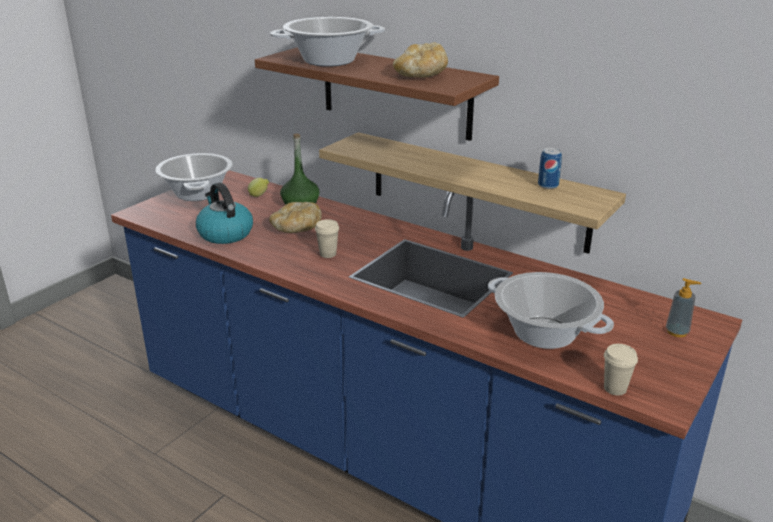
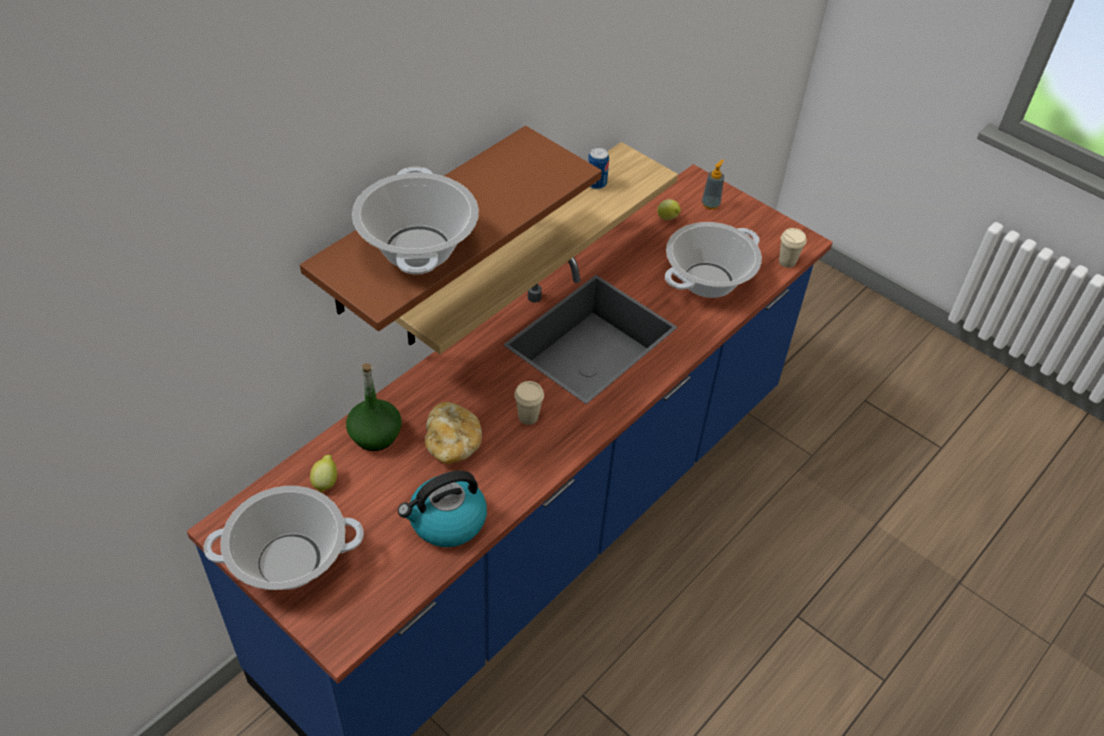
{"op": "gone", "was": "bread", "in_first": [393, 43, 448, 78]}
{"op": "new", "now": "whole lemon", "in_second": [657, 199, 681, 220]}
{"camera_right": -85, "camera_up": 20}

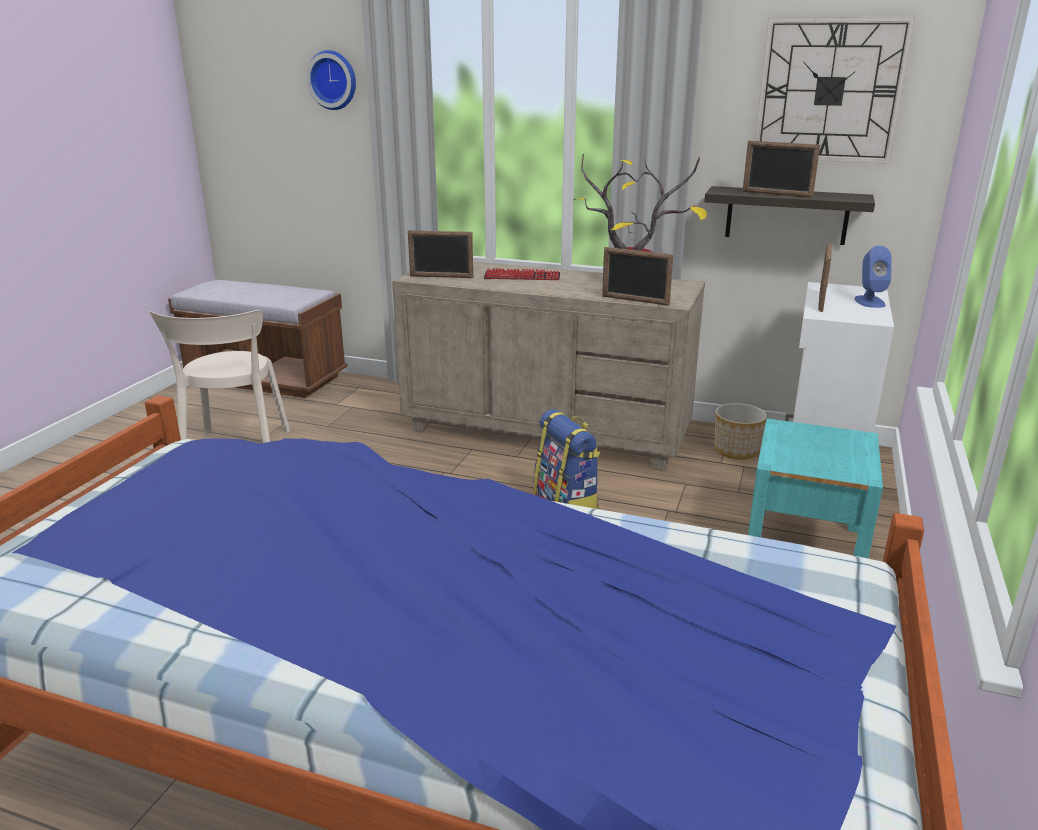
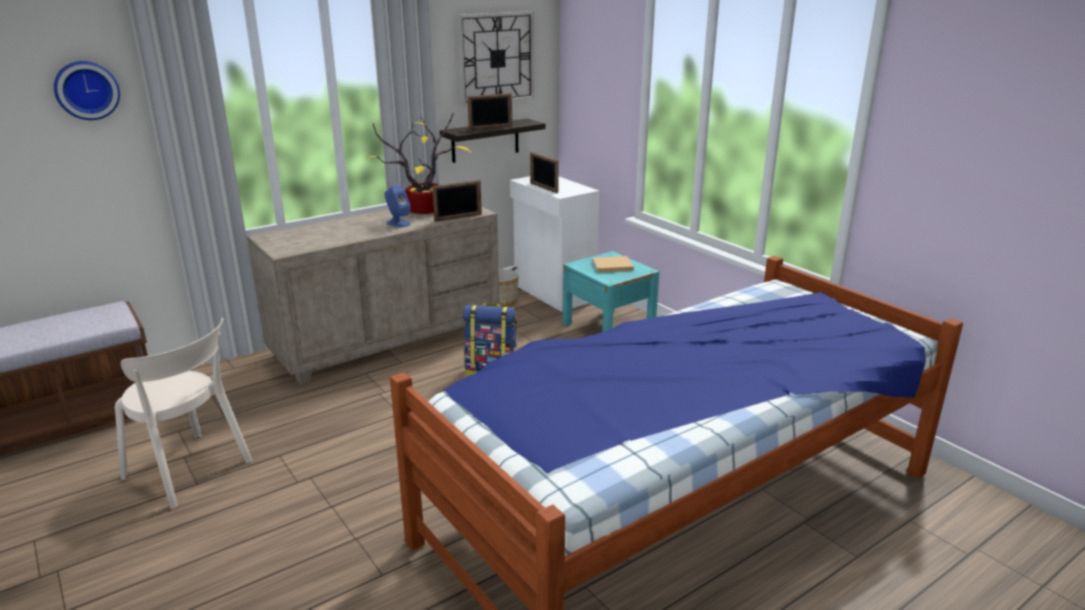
{"op": "gone", "was": "photo frame", "in_first": [408, 230, 473, 278]}
{"op": "gone", "was": "computer keyboard", "in_first": [484, 268, 560, 280]}
{"op": "shifted", "was": "blue-coloured speaker", "in_first": [854, 246, 892, 308], "in_second": [384, 184, 411, 227]}
{"op": "new", "now": "beige book", "in_second": [592, 256, 634, 273]}
{"camera_right": -55, "camera_up": 0}

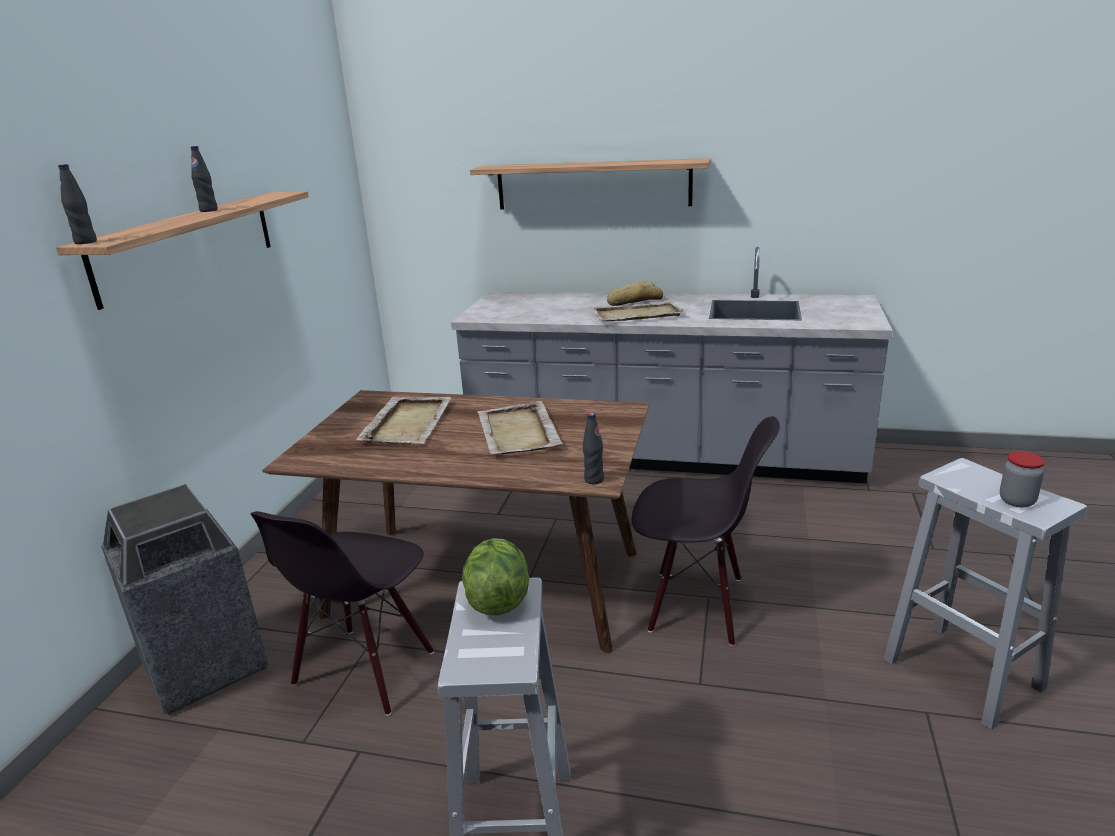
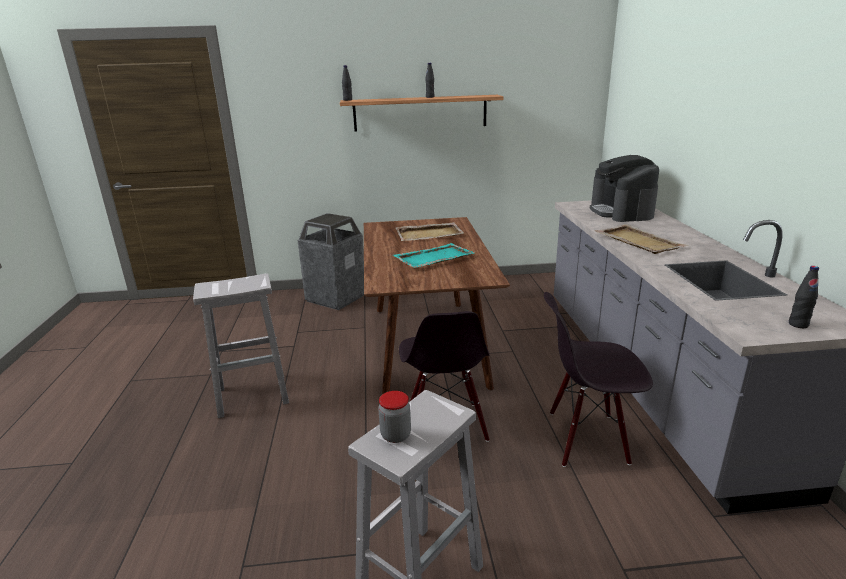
{"op": "shifted", "was": "black chair", "in_first": [251, 511, 434, 716], "in_second": [544, 292, 653, 467]}
{"op": "gone", "was": "head of lettuce", "in_first": [462, 538, 529, 616]}
{"op": "gone", "was": "bracket shelf", "in_first": [470, 158, 711, 210]}
{"op": "repainted", "was": "beige tray", "now": "blue-green tray", "in_first": [477, 401, 563, 455], "in_second": [393, 243, 474, 268]}
{"op": "shifted", "was": "black bottle", "in_first": [583, 413, 604, 484], "in_second": [789, 266, 819, 328]}
{"op": "gone", "was": "bread", "in_first": [607, 281, 663, 306]}
{"op": "new", "now": "coffee brewer", "in_second": [590, 155, 659, 222]}
{"camera_right": 70, "camera_up": 0}

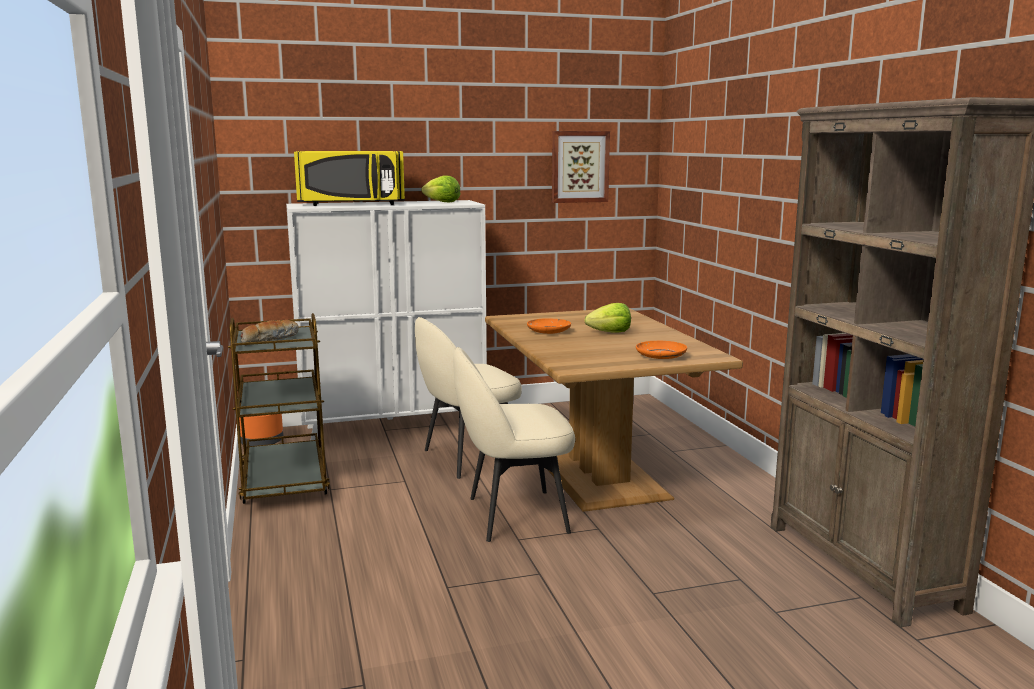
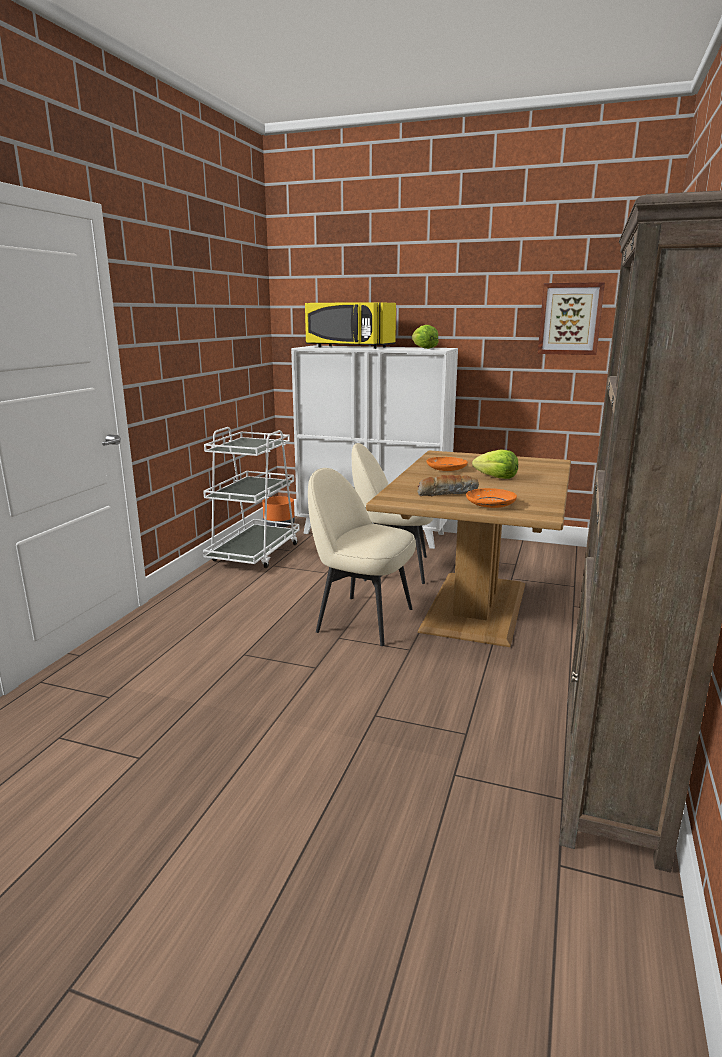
{"op": "repainted", "was": "brownish cart", "now": "white cart", "in_first": [228, 313, 330, 504], "in_second": [203, 427, 300, 568]}
{"op": "shifted", "was": "bread", "in_first": [240, 320, 299, 343], "in_second": [417, 474, 479, 496]}
{"camera_right": 35, "camera_up": 5}

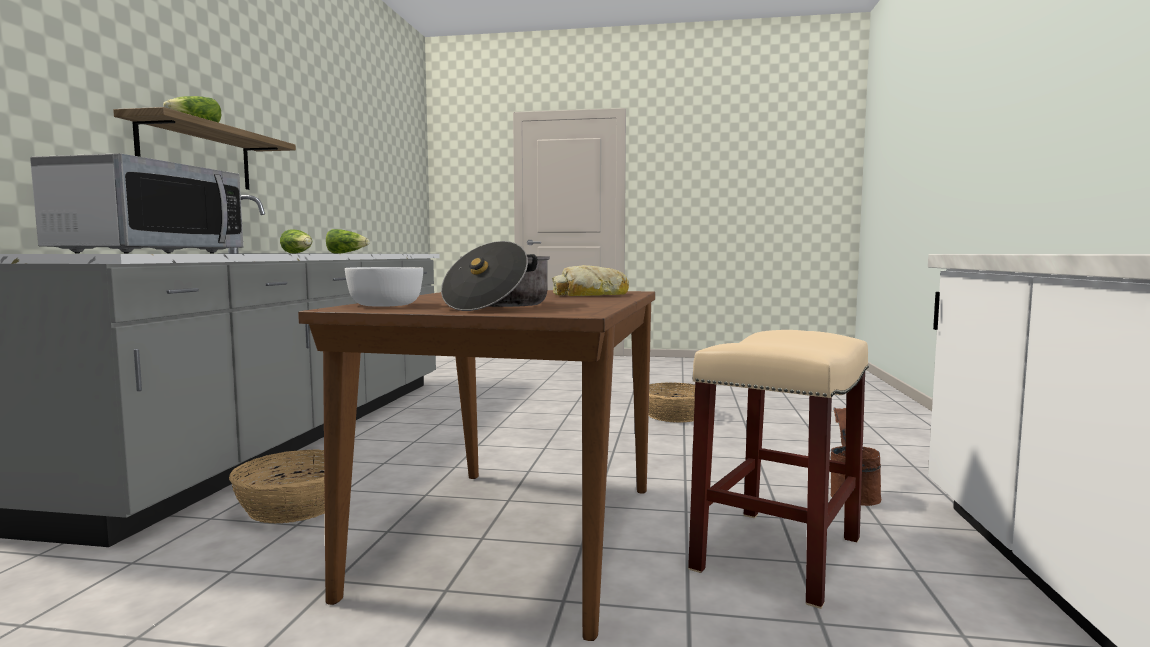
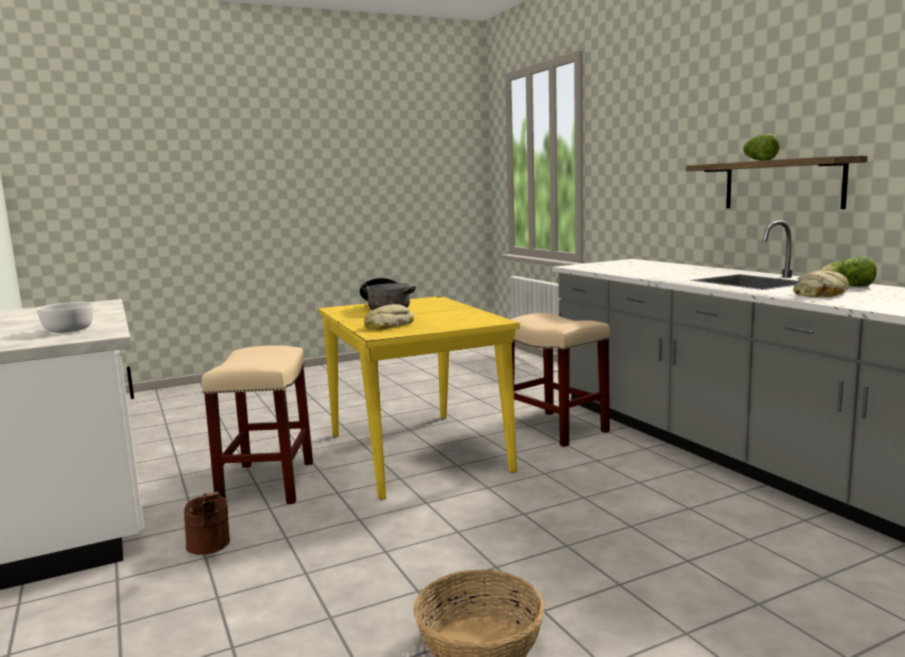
{"op": "gone", "was": "microwave", "in_first": [30, 153, 243, 253]}
{"op": "swapped", "was": "basket", "now": "beige sitting stool", "in_first": [229, 449, 325, 523], "in_second": [510, 313, 610, 448]}
{"op": "repainted", "was": "brownish dining table", "now": "yellow-coloured dining table", "in_first": [298, 290, 655, 641], "in_second": [318, 296, 520, 500]}
{"op": "swapped", "was": "head of lettuce", "now": "bread", "in_first": [326, 229, 370, 254], "in_second": [793, 271, 849, 297]}
{"op": "shifted", "was": "white bowl", "in_first": [345, 267, 423, 307], "in_second": [37, 302, 93, 333]}
{"camera_right": 145, "camera_up": 5}

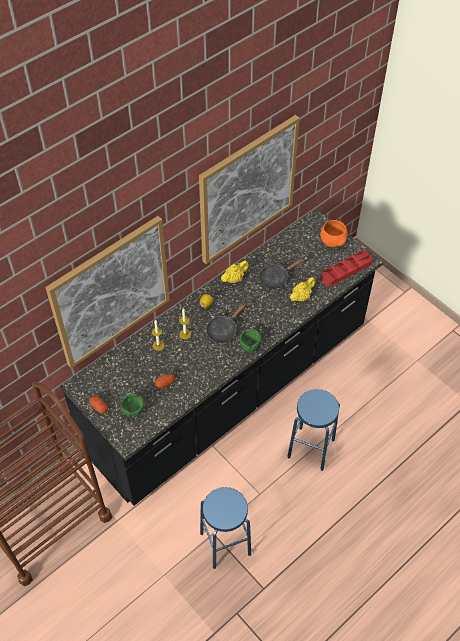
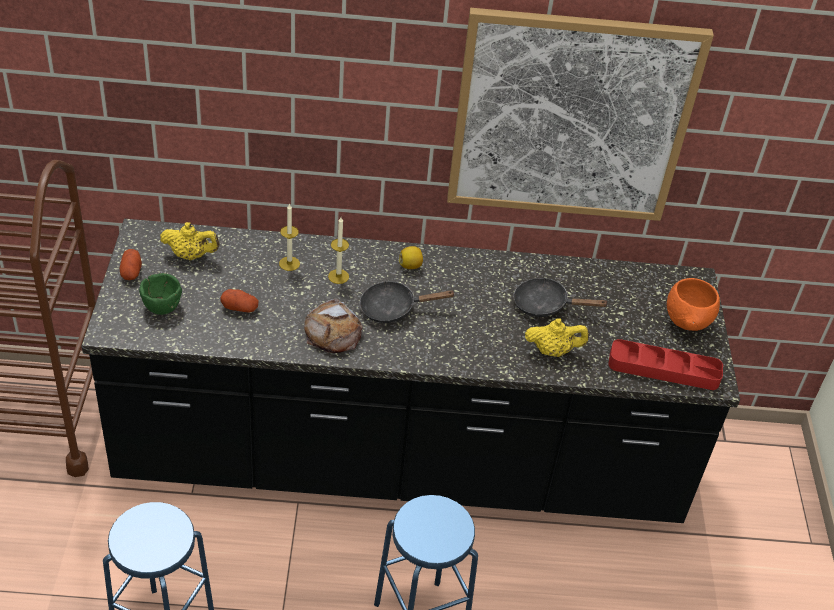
{"op": "gone", "was": "wall art", "in_first": [45, 216, 170, 368]}
{"op": "shifted", "was": "yellow-coloured pot for tea", "in_first": [221, 260, 249, 283], "in_second": [160, 222, 220, 260]}
{"op": "gone", "was": "greenish bowl", "in_first": [239, 329, 261, 352]}
{"op": "new", "now": "bread", "in_second": [304, 299, 362, 353]}
{"camera_right": 40, "camera_up": -10}

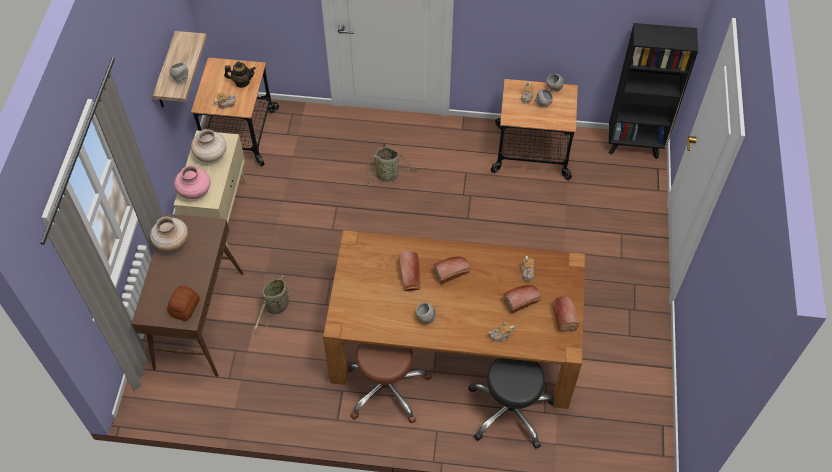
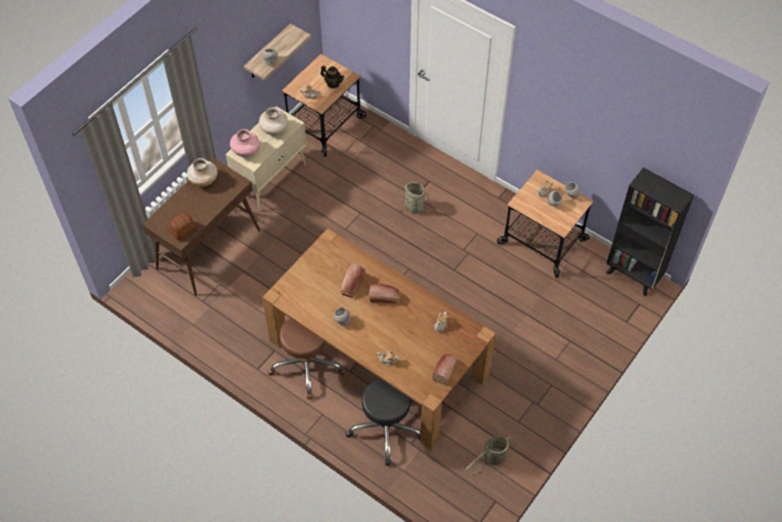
{"op": "shifted", "was": "basket", "in_first": [254, 275, 294, 333], "in_second": [465, 434, 516, 475]}
{"op": "gone", "was": "bread", "in_first": [504, 285, 541, 314]}
{"camera_right": 30, "camera_up": 0}

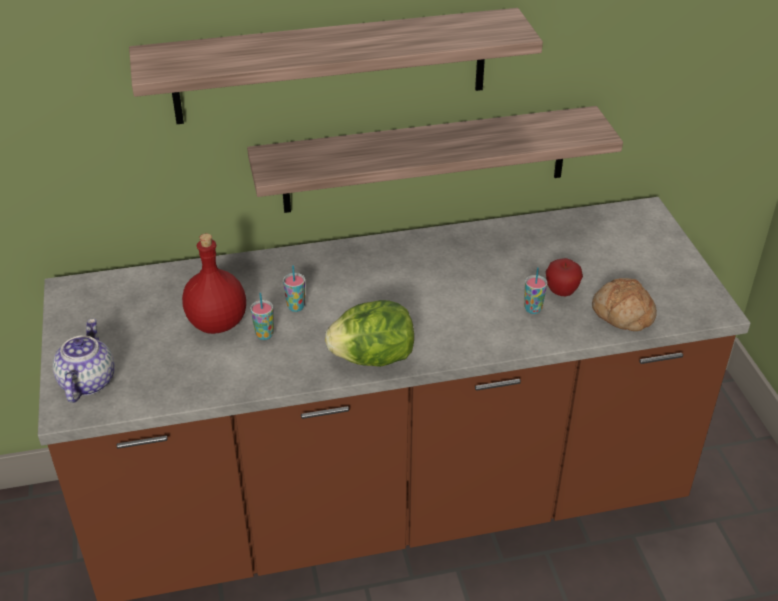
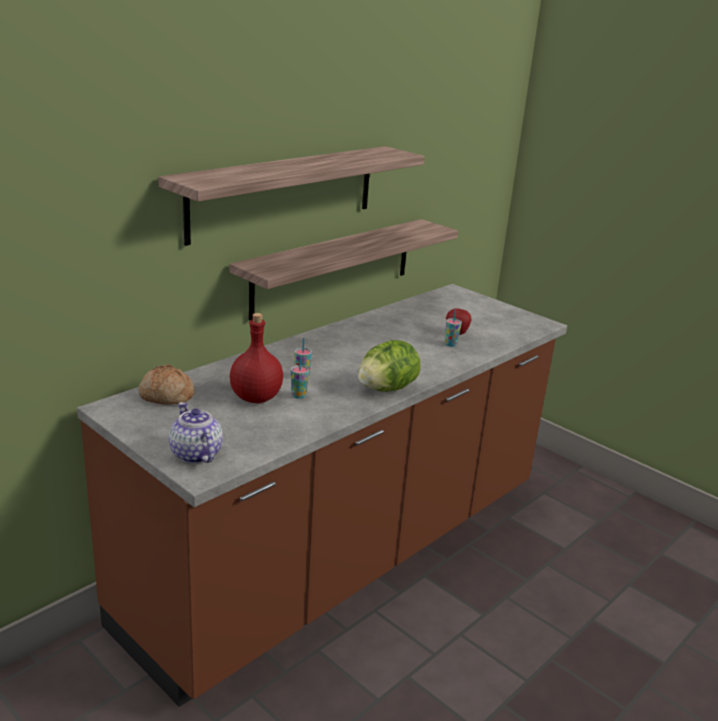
{"op": "shifted", "was": "bread", "in_first": [592, 278, 657, 331], "in_second": [138, 364, 195, 405]}
{"camera_right": -35, "camera_up": -15}

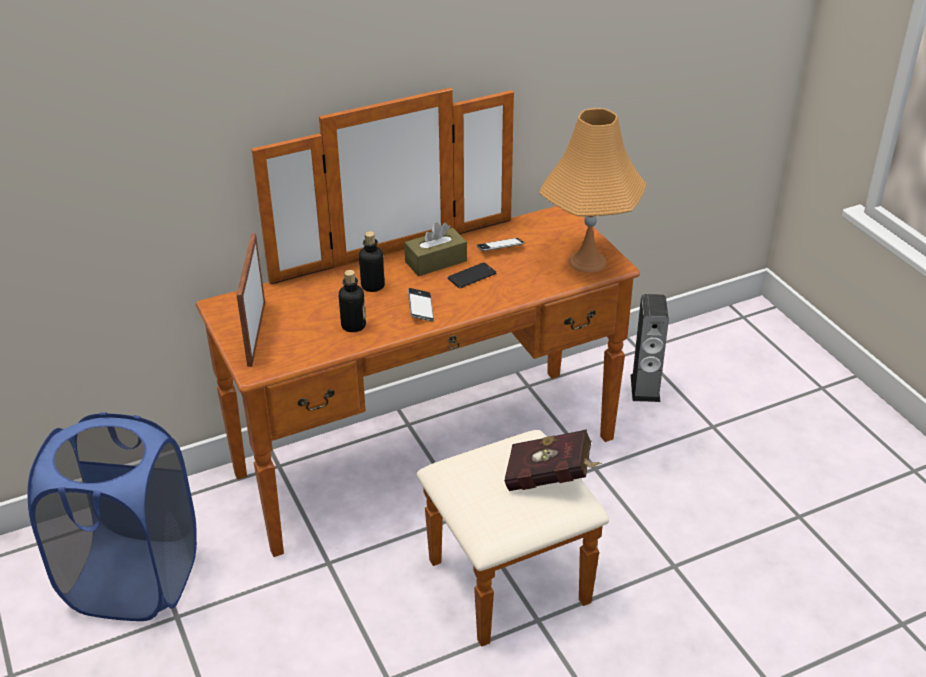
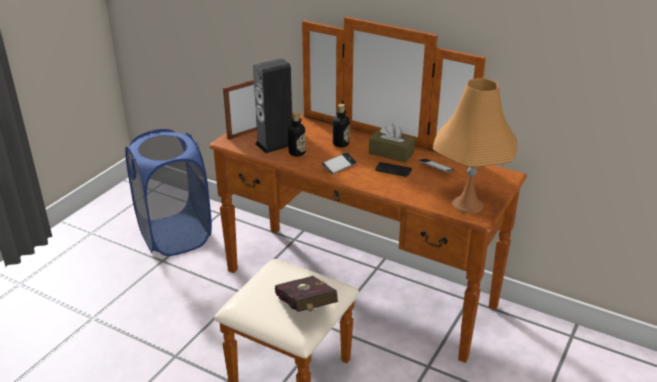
{"op": "shifted", "was": "speaker", "in_first": [631, 294, 669, 402], "in_second": [253, 58, 292, 154]}
{"camera_right": 55, "camera_up": -5}

